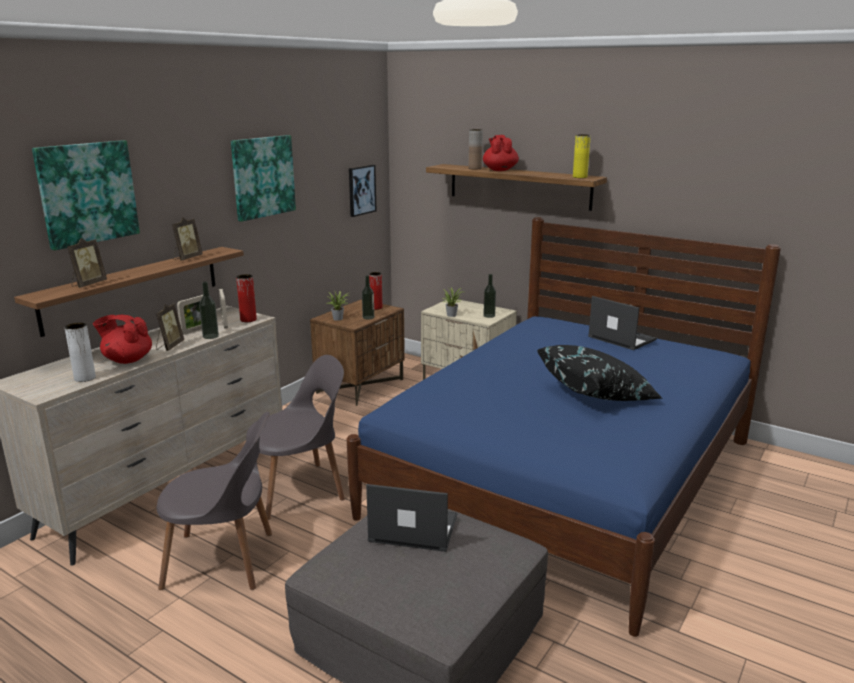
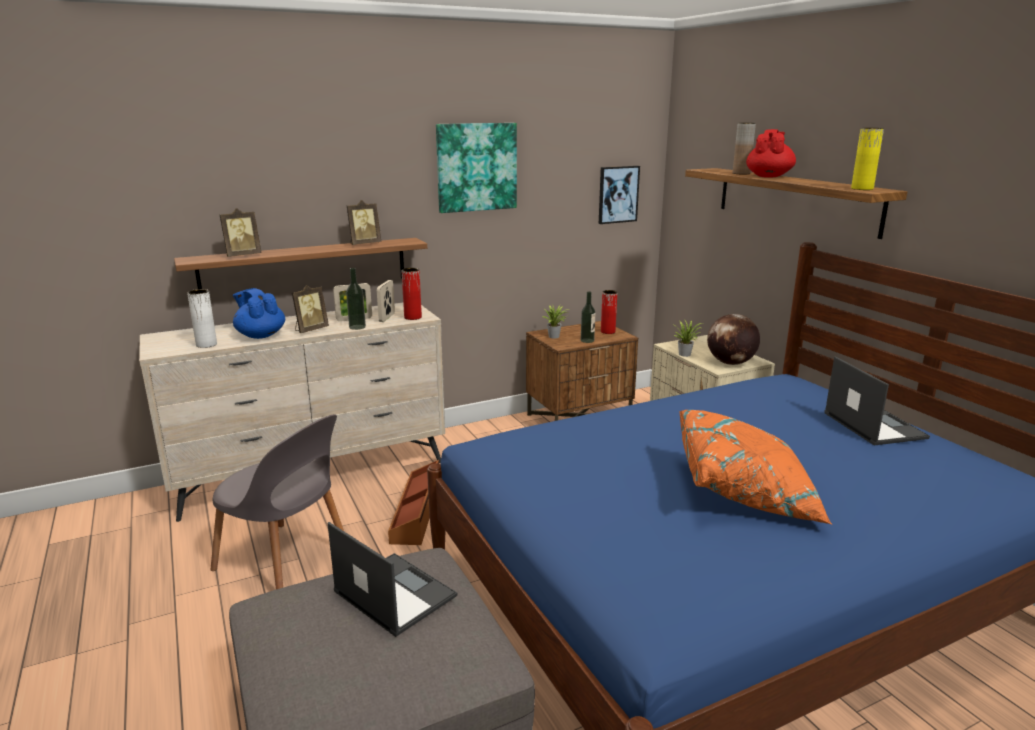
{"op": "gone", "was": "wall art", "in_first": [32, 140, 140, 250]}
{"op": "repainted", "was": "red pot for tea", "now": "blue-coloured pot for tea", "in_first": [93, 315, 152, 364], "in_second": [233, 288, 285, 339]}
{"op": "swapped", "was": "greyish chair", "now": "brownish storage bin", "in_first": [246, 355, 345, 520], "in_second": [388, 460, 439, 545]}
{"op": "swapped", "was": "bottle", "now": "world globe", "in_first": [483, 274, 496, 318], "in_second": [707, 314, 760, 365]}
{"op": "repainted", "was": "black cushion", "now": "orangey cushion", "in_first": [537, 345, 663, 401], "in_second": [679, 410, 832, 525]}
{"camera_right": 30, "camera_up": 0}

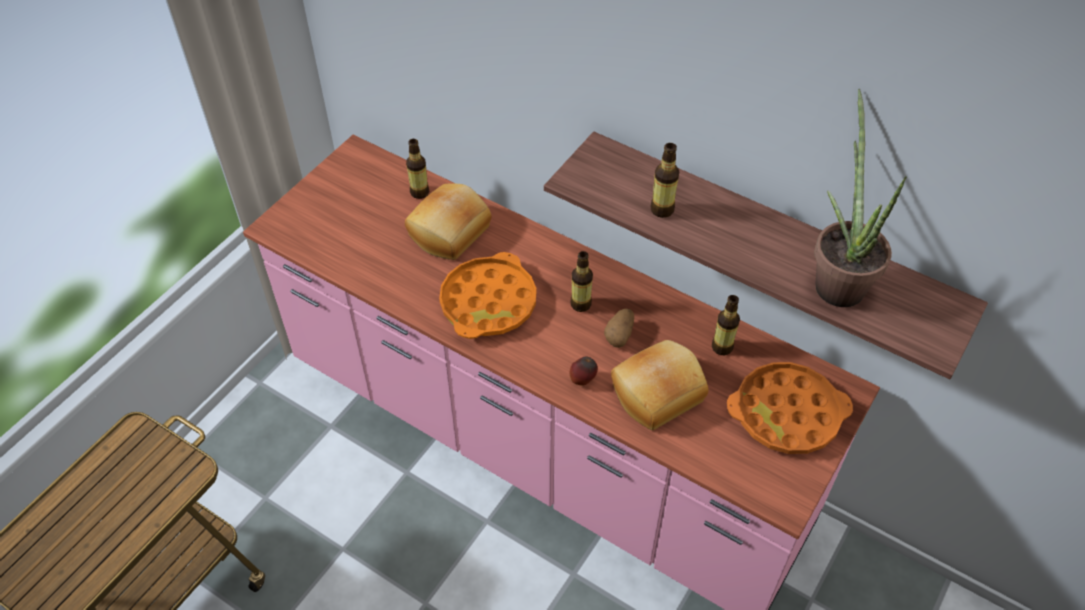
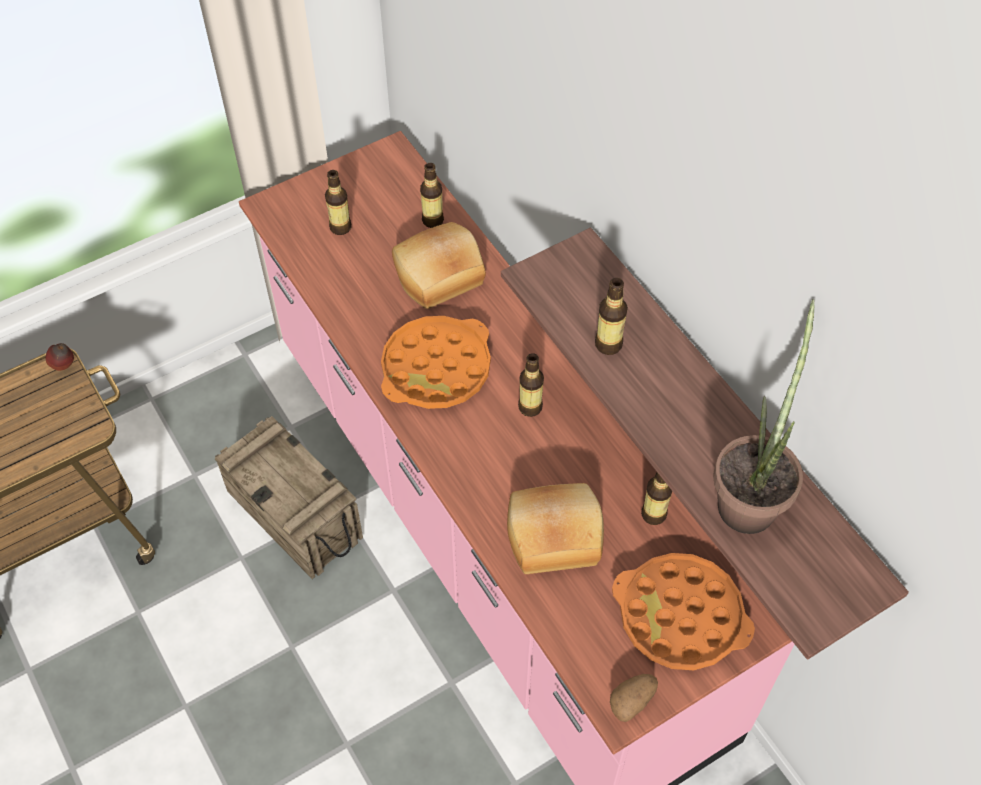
{"op": "shifted", "was": "apple", "in_first": [570, 357, 598, 386], "in_second": [46, 343, 74, 371]}
{"op": "shifted", "was": "whole potato", "in_first": [604, 309, 634, 348], "in_second": [610, 674, 658, 722]}
{"op": "new", "now": "packing crate", "in_second": [215, 416, 363, 579]}
{"op": "new", "now": "bottle", "in_second": [325, 170, 351, 235]}
{"camera_right": 25, "camera_up": 5}

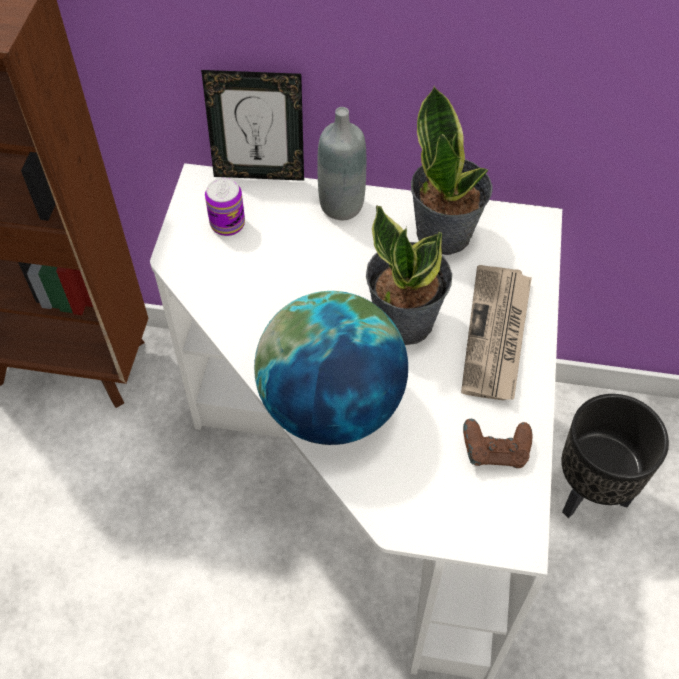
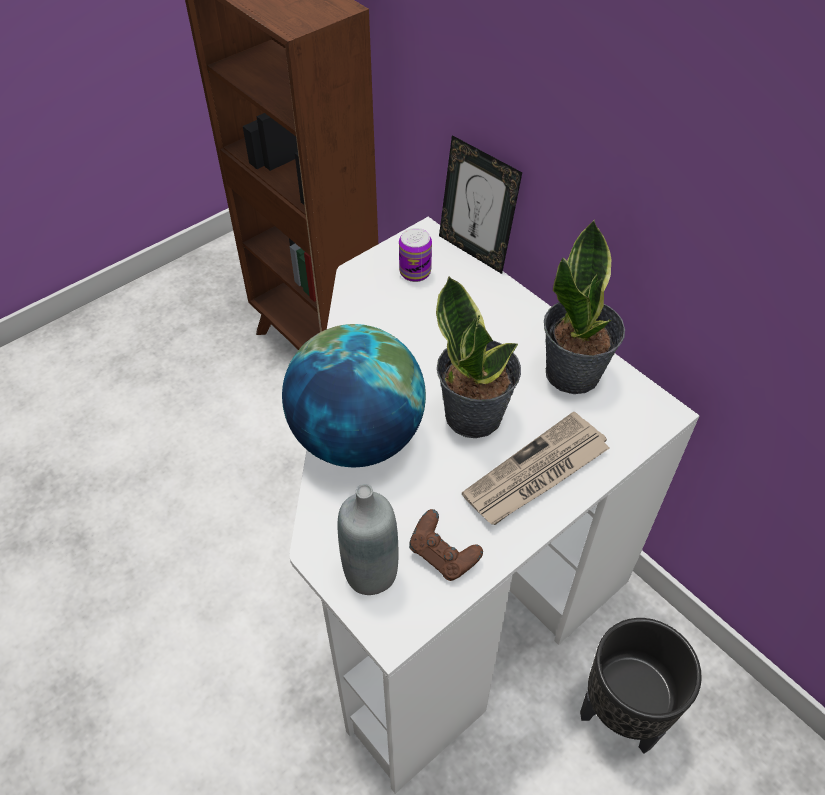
{"op": "shifted", "was": "greyish bottle", "in_first": [317, 107, 367, 220], "in_second": [337, 484, 398, 595]}
{"camera_right": 40, "camera_up": -5}

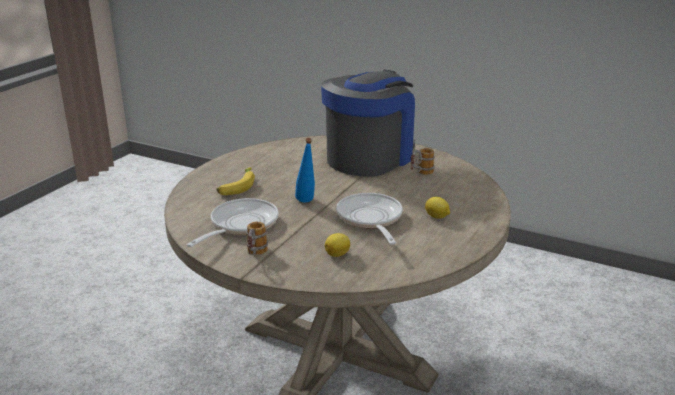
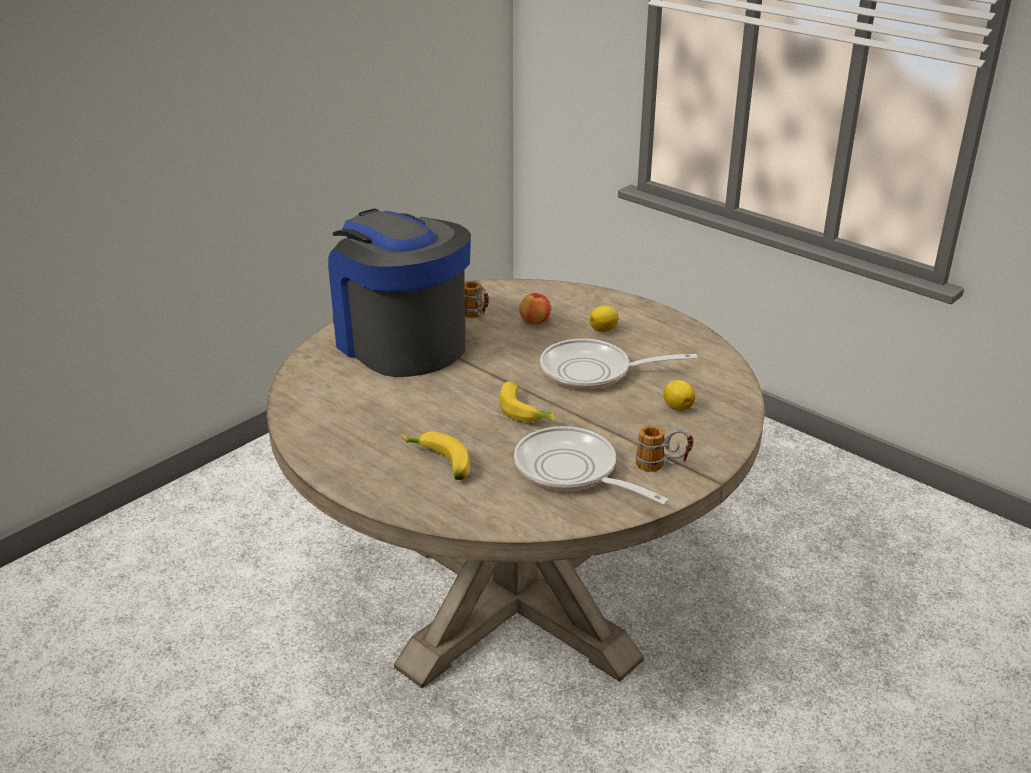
{"op": "swapped", "was": "blue-coloured bottle", "now": "banana fruit", "in_first": [295, 138, 315, 203], "in_second": [499, 381, 555, 422]}
{"op": "new", "now": "apple", "in_second": [519, 293, 551, 325]}
{"camera_right": -75, "camera_up": 5}

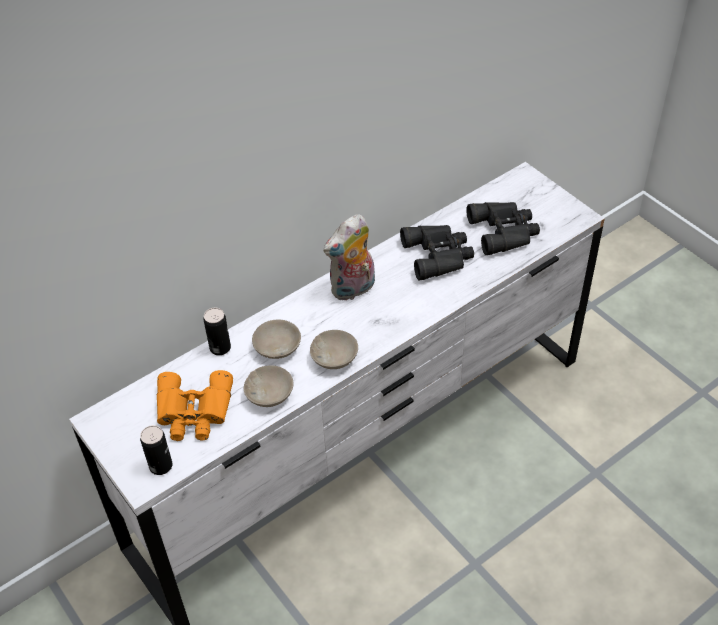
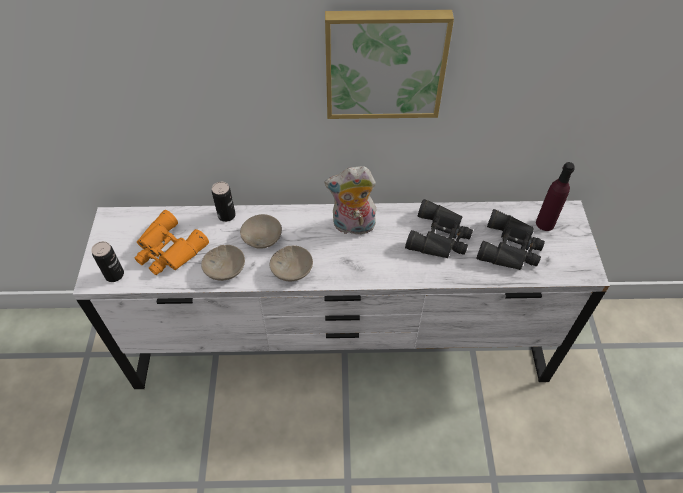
{"op": "new", "now": "wall art", "in_second": [325, 10, 454, 119]}
{"op": "new", "now": "purplish bottle", "in_second": [536, 162, 575, 231]}
{"camera_right": 35, "camera_up": 5}

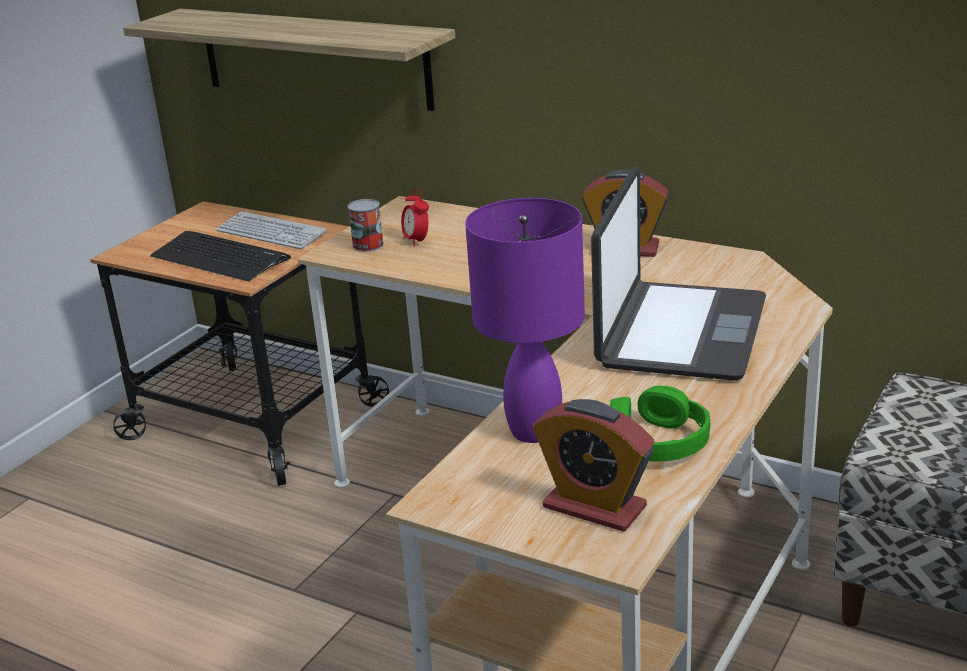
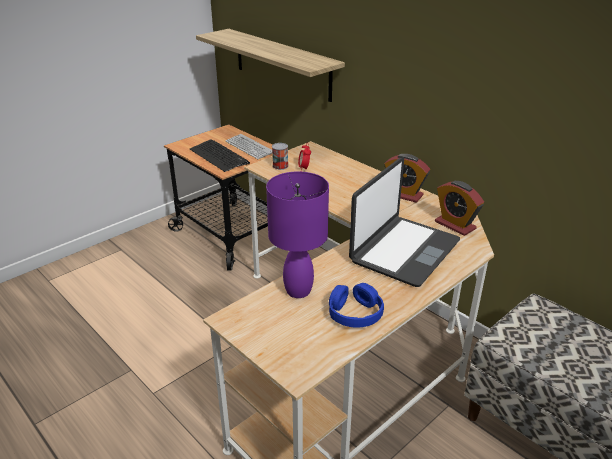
{"op": "shifted", "was": "table clock", "in_first": [533, 399, 655, 532], "in_second": [435, 181, 484, 236]}
{"op": "repainted", "was": "greenish headset", "now": "blue-coloured headset", "in_first": [610, 386, 710, 462], "in_second": [329, 283, 384, 328]}
{"camera_right": 15, "camera_up": 5}

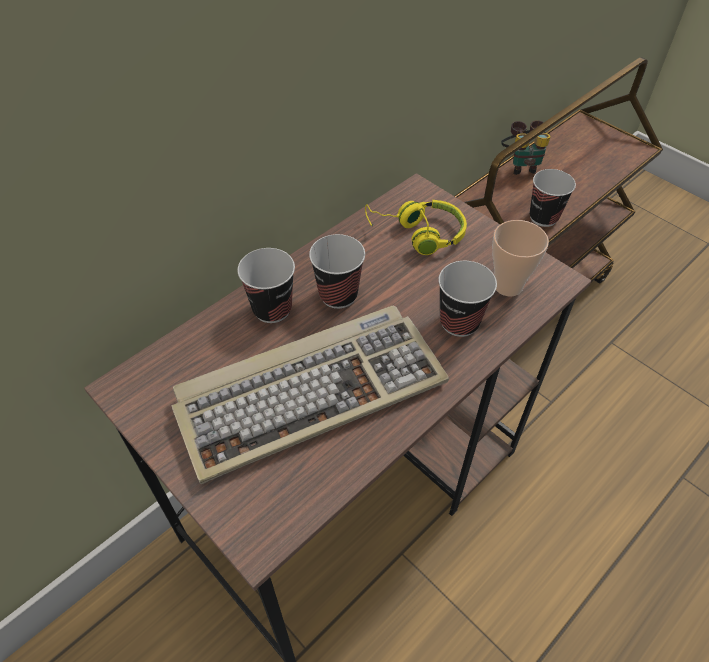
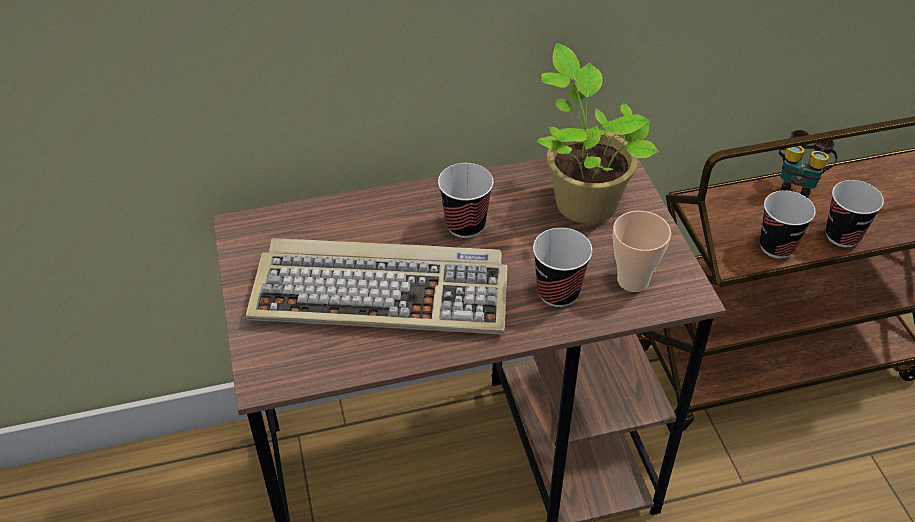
{"op": "shifted", "was": "cup", "in_first": [238, 248, 295, 323], "in_second": [826, 180, 884, 247]}
{"op": "swapped", "was": "yellow-coloured headset", "now": "potted plant", "in_first": [365, 200, 467, 255], "in_second": [537, 43, 659, 224]}
{"camera_right": 30, "camera_up": -5}

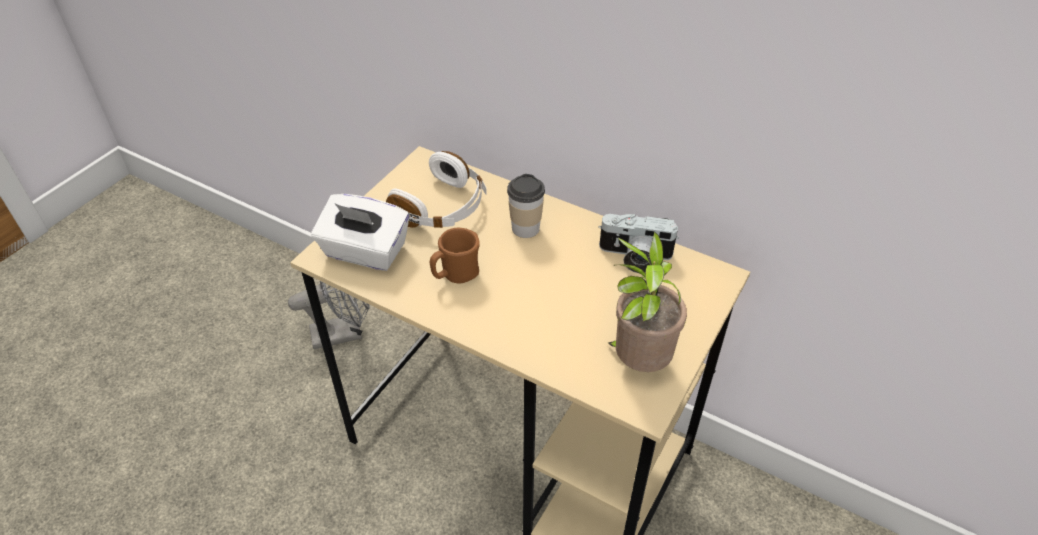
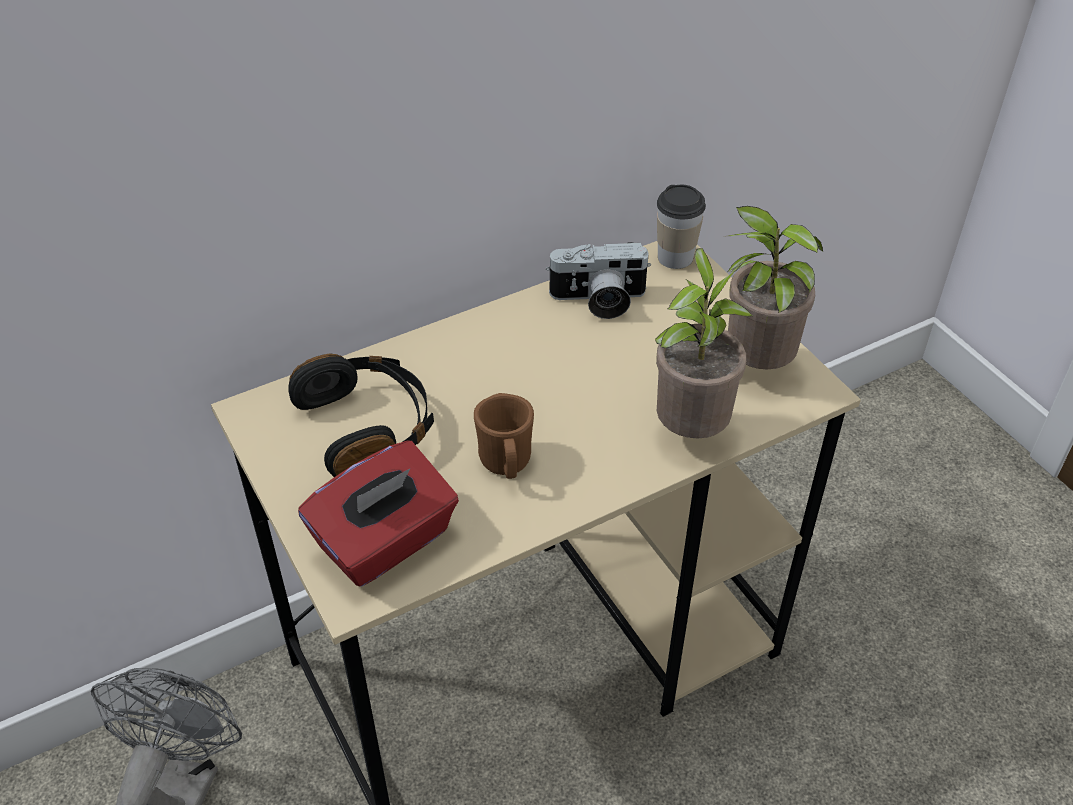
{"op": "repainted", "was": "white box of tissues", "now": "red box of tissues", "in_first": [311, 194, 409, 271], "in_second": [298, 440, 459, 587]}
{"op": "repainted", "was": "white headset", "now": "black headset", "in_first": [386, 151, 487, 228], "in_second": [289, 353, 434, 477]}
{"op": "shifted", "was": "cup", "in_first": [507, 174, 545, 238], "in_second": [657, 185, 706, 269]}
{"op": "rotated", "was": "photo camera", "in_first": [598, 214, 679, 273], "in_second": [546, 242, 651, 319], "clockwise": 45}
{"op": "new", "now": "potted plant", "in_second": [655, 248, 752, 439]}
{"camera_right": -60, "camera_up": 0}

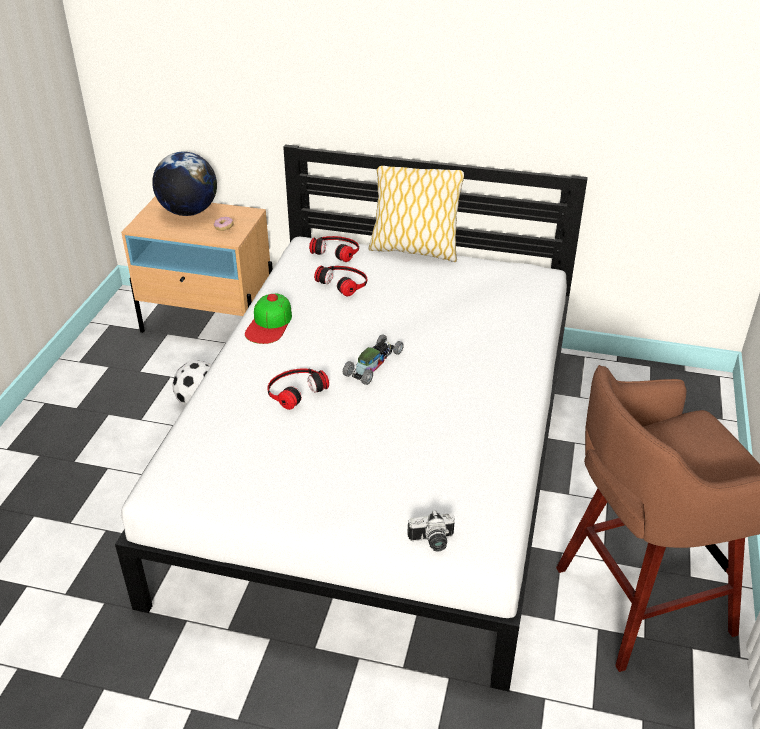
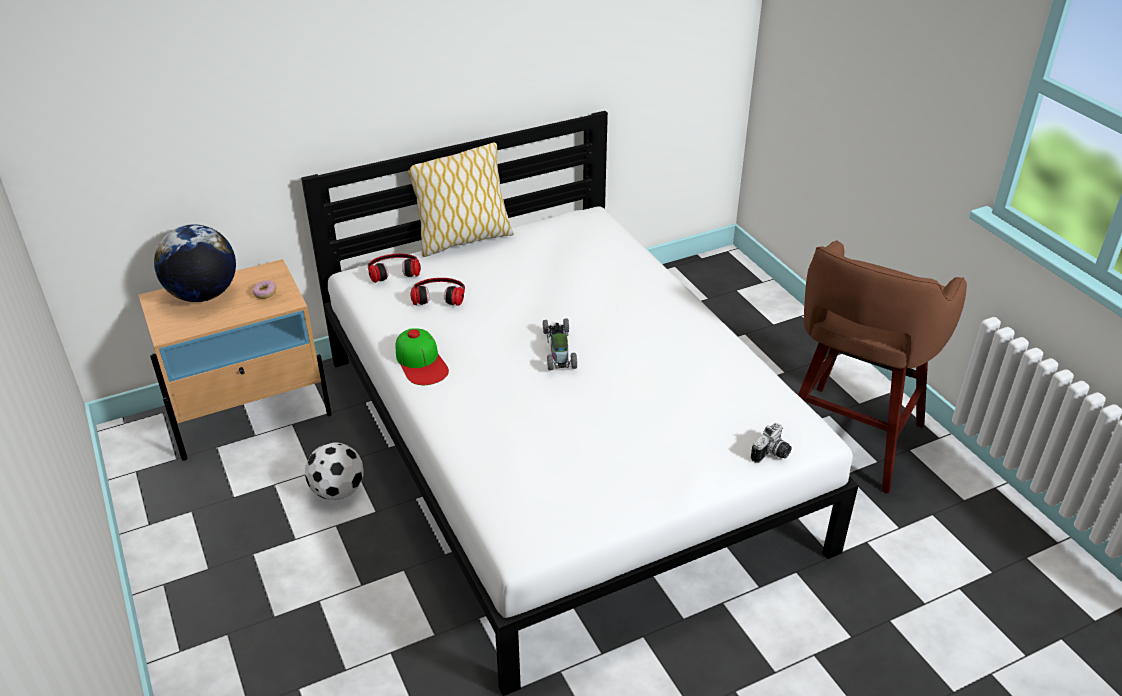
{"op": "gone", "was": "headset", "in_first": [267, 369, 329, 410]}
{"camera_right": -40, "camera_up": 0}

